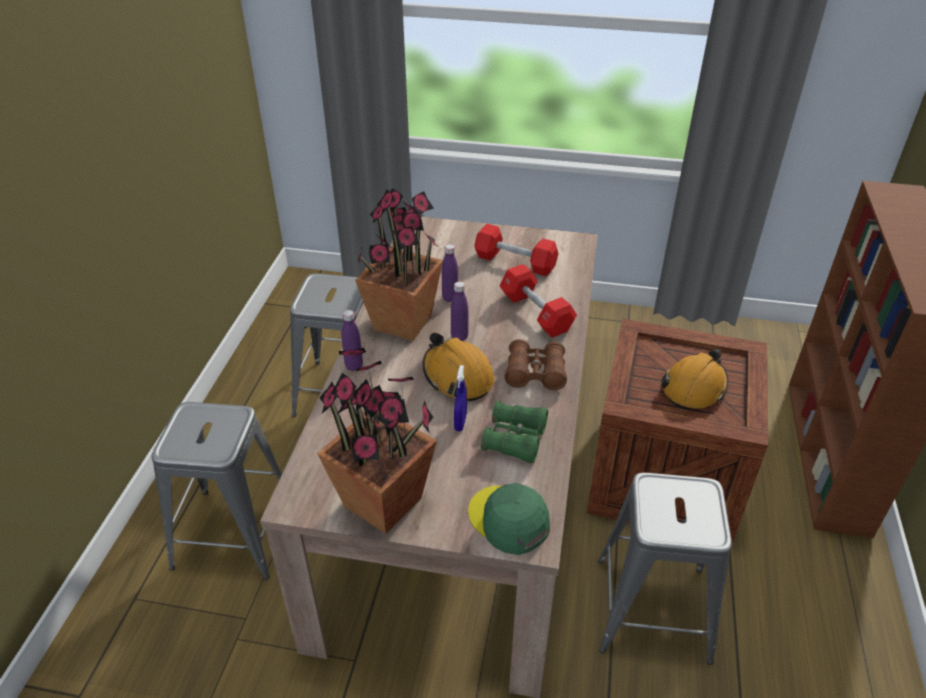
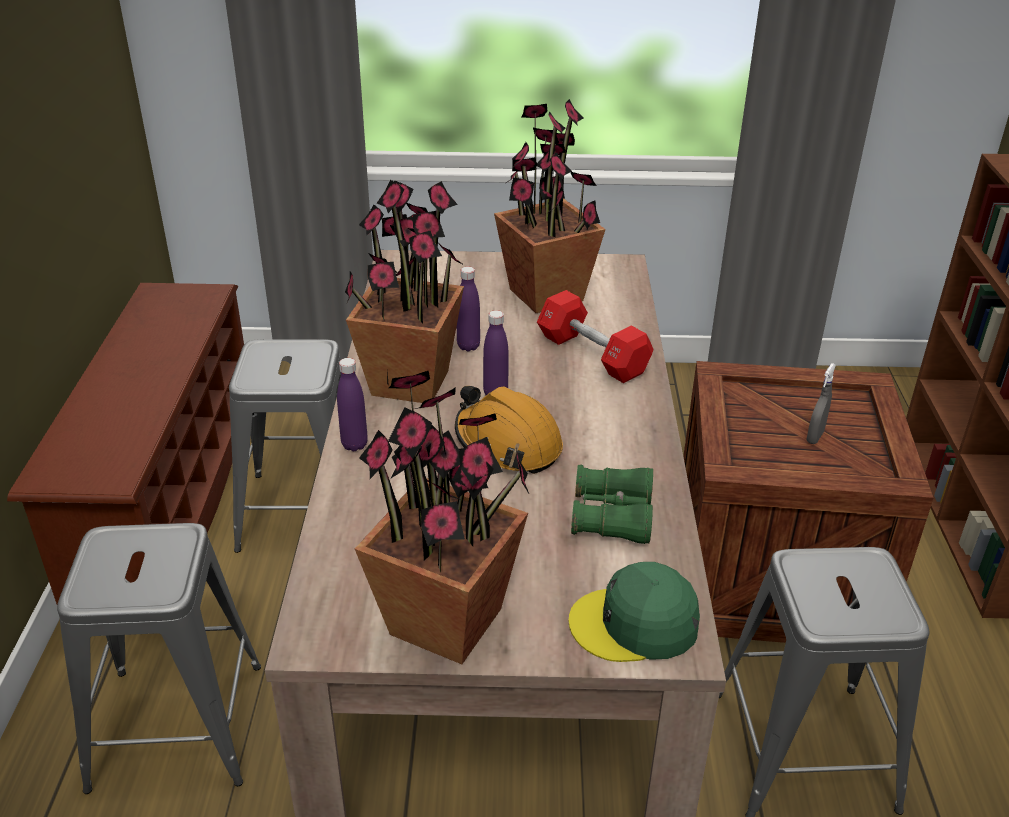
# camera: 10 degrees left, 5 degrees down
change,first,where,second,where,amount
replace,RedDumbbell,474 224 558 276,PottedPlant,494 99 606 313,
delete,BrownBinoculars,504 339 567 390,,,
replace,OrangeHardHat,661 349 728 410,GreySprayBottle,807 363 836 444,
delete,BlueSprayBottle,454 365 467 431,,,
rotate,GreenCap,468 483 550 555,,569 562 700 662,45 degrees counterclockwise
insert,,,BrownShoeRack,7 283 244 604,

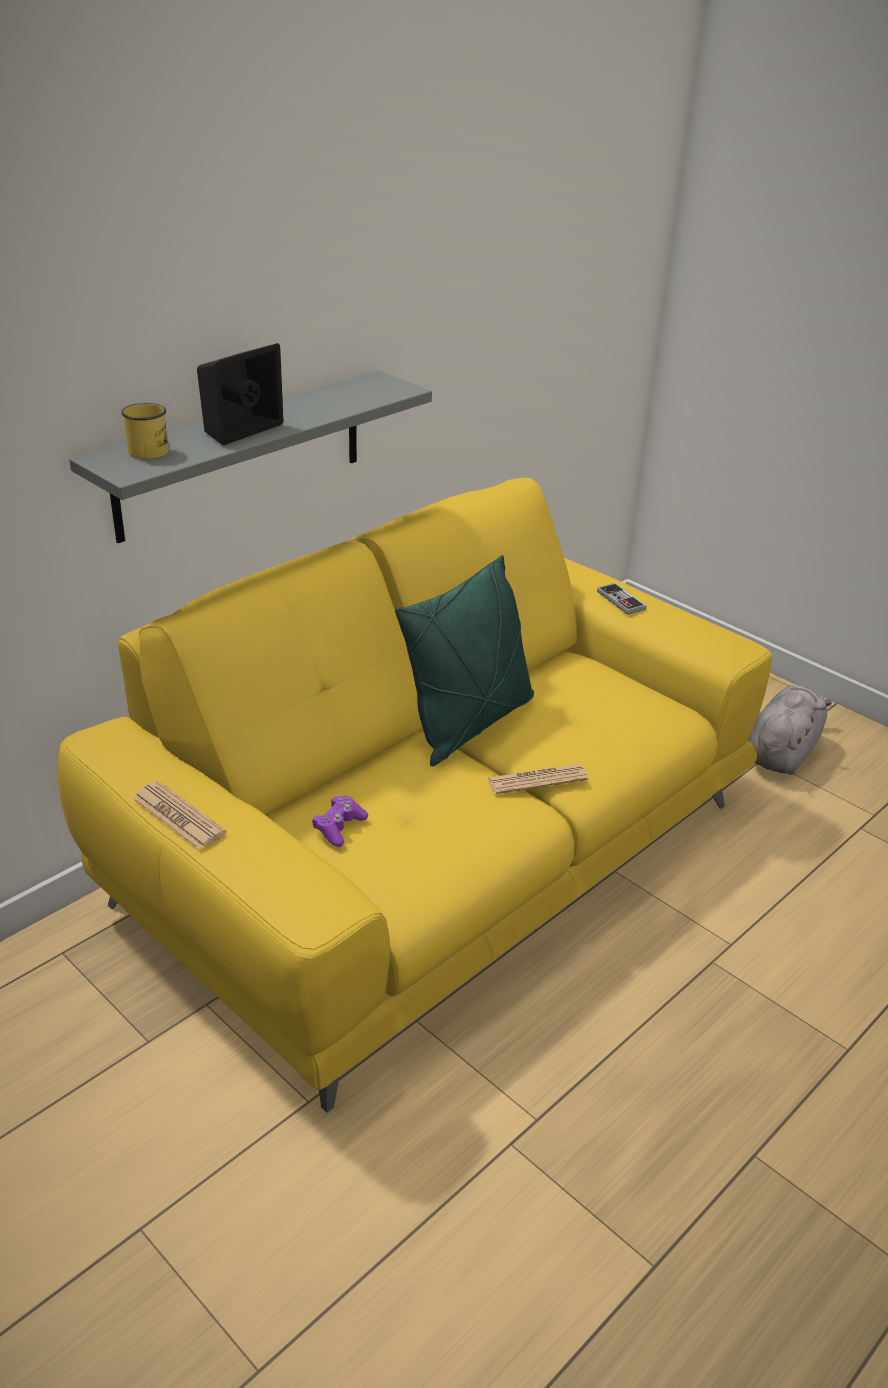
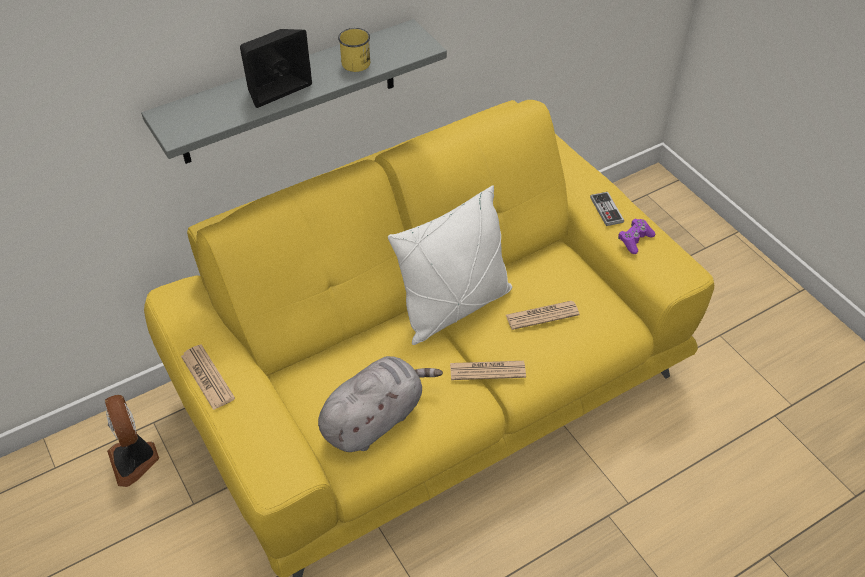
# camera: 15 degrees right, 15 degrees up
change,first,where,second,where,amount
move,YellowMug,121 403 168 459,,338 28 370 72,
recolor,GreenPillow,395 555 534 767,WhitePillow,388 185 512 345,
move,GreyPlushToy,748 685 832 775,,318 356 443 452,
move,PurpleGameController,312 796 368 847,,618 219 655 254,
insert,,,Newspaper,506 301 580 330,
insert,,,Fan,105 395 159 487,

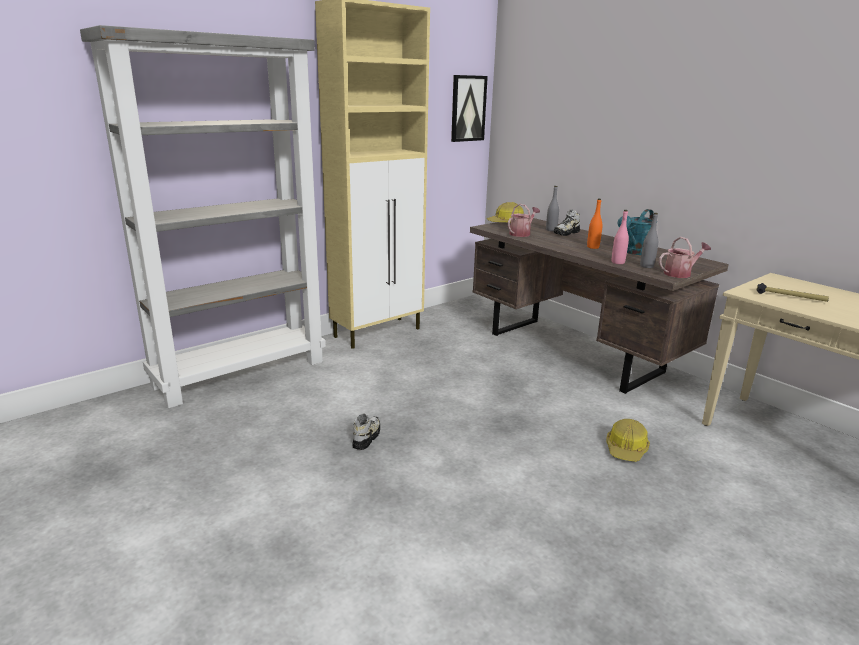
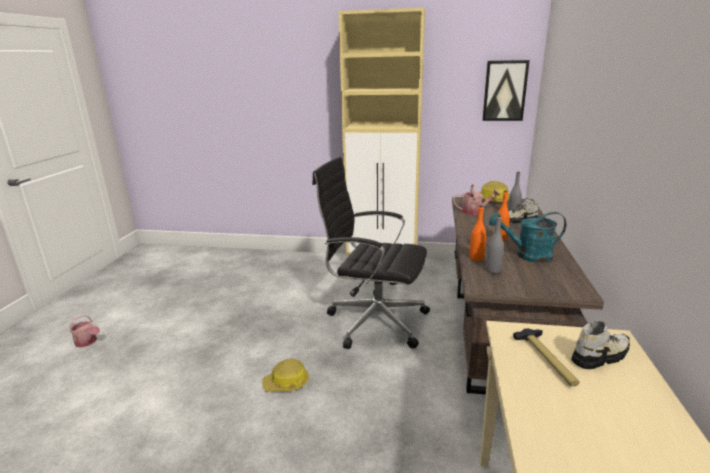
# camera: 50 degrees right, 0 degrees up
change,first,where,second,where,amount
delete,GreyBookcase,80 25 326 408,,,
recolor,PinkBottle,612 210 629 264,OrangeBottle,470 205 486 261,
move,WateringCan,659 237 711 278,,70 315 100 347,
move,Shoe,353 414 380 450,,571 320 630 369,
move,HardHat,606 419 650 462,,262 358 309 392,
insert,,,BlackOfficeChair,312 157 430 349,

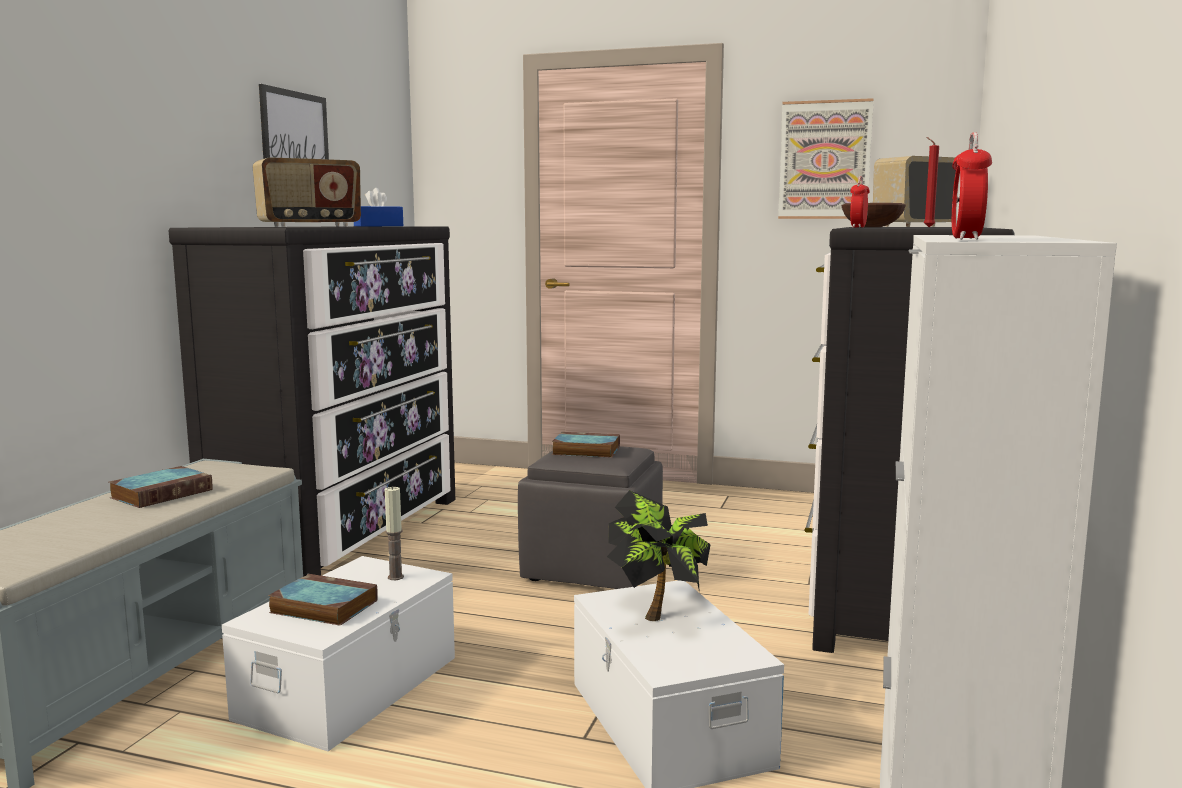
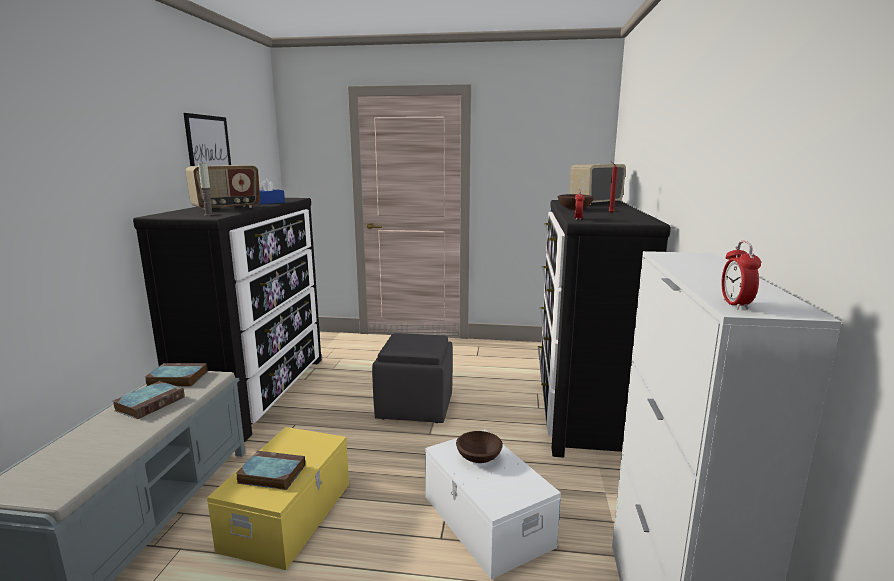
# camera: 10 degrees left, 5 degrees up
change,first,where,second,where,amount
delete,Picture,778 98 874 219,,,
move,Book,552 432 620 458,,145 363 208 386,
move,Candle,385 486 404 580,,198 162 214 216,
replace,PottedPlant,607 490 711 621,BrownBowl,456 431 503 463,
recolor,WhiteStorageBox,222 556 455 751,YellowStorageBox,207 427 349 570,

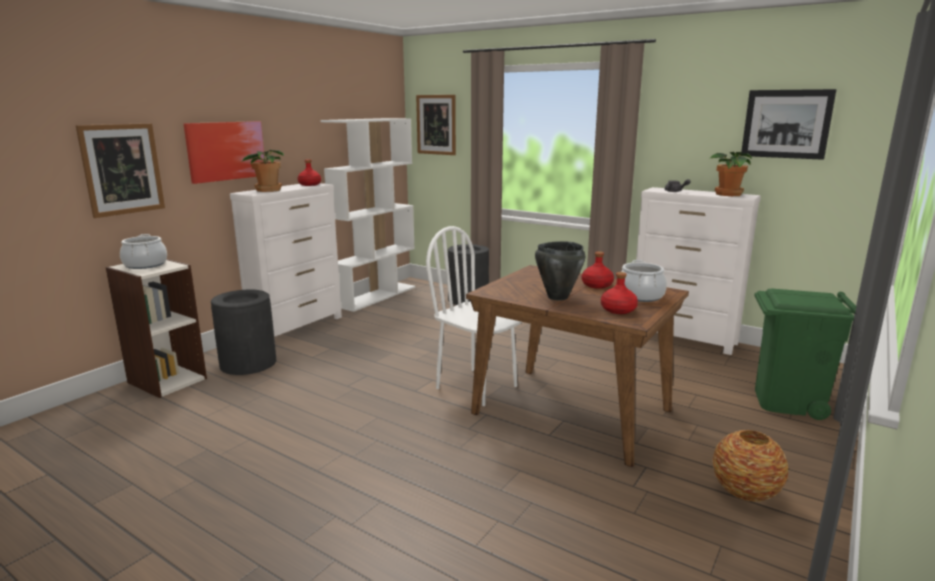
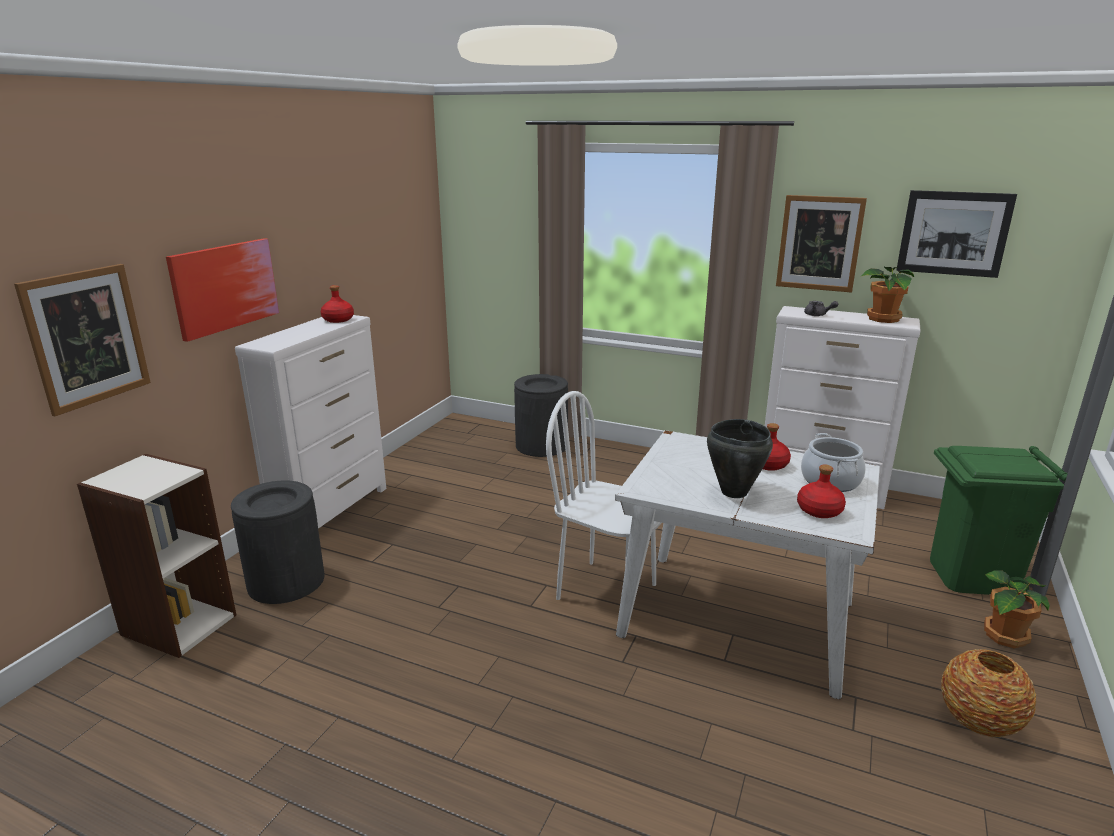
# camera: 10 degrees left, 5 degrees up
change,first,where,second,where,amount
move,Picture,416 95 456 155,,776 195 867 293,
delete,WhiteBookcase,320 118 416 312,,,
move,PottedPlant,241 150 284 192,,984 571 1050 649,
delete,CookingPot,120 234 167 269,,,
recolor,BrownDiningTable,466 265 689 467,WhiteDiningTable,615 430 880 699,

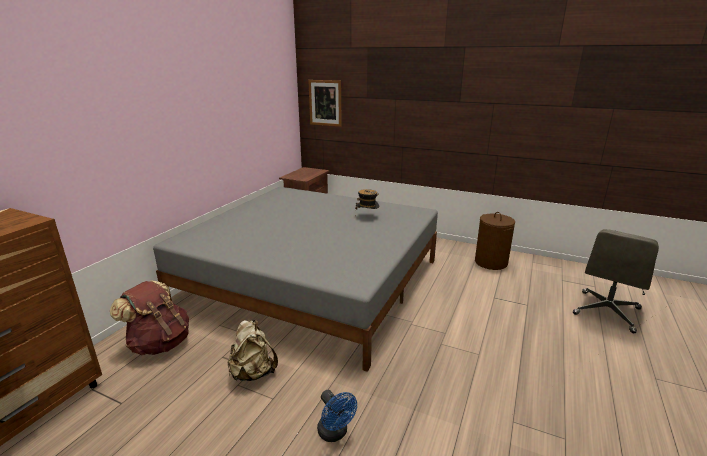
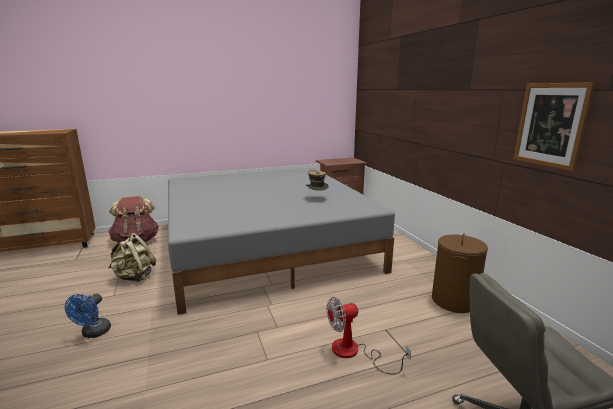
# camera: 45 degrees right, 5 degrees down
change,first,where,second,where,amount
move,Picture,308 80 342 127,,513 82 595 171,
insert,,,Fan,327 297 411 375,

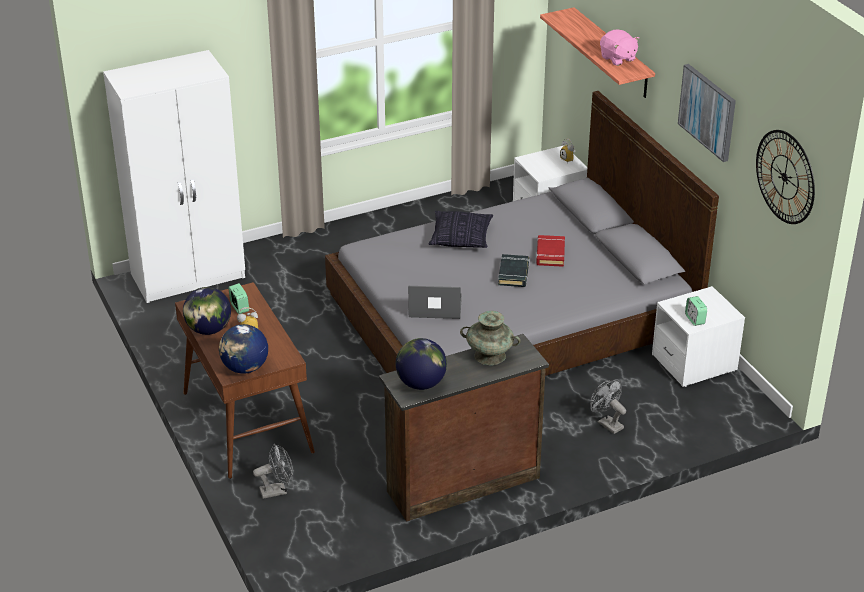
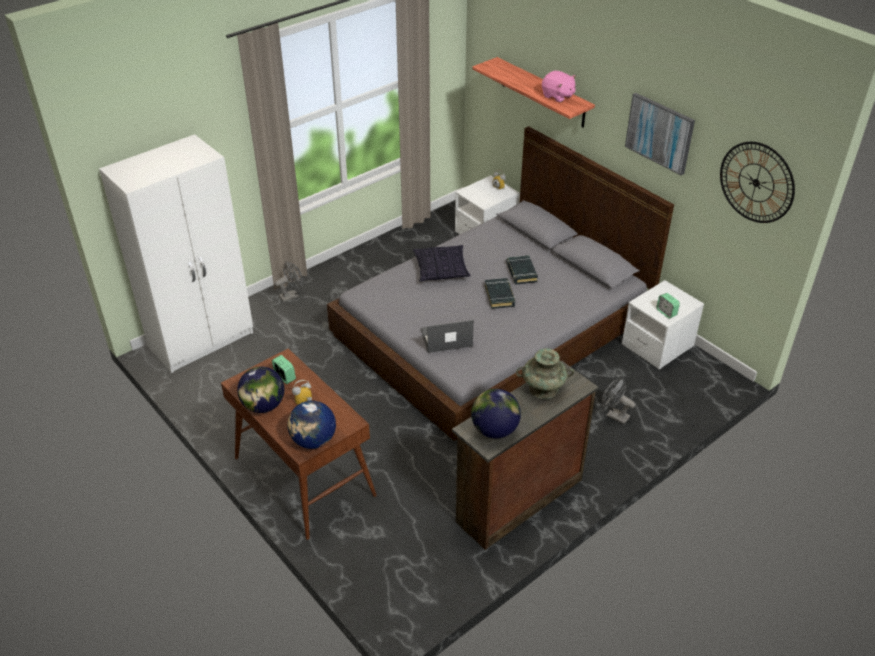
# camera: 15 degrees left, 5 degrees up
change,first,where,second,where,amount
recolor,RedBook,536 235 565 267,BlackBook,506 255 538 285,
move,GreyFan,253 444 293 499,,275 261 303 302,

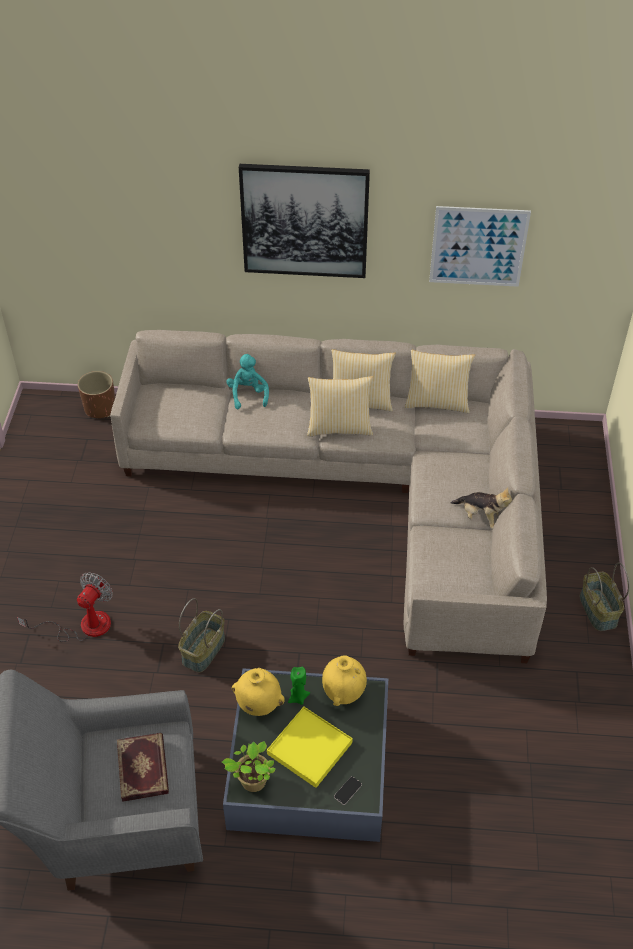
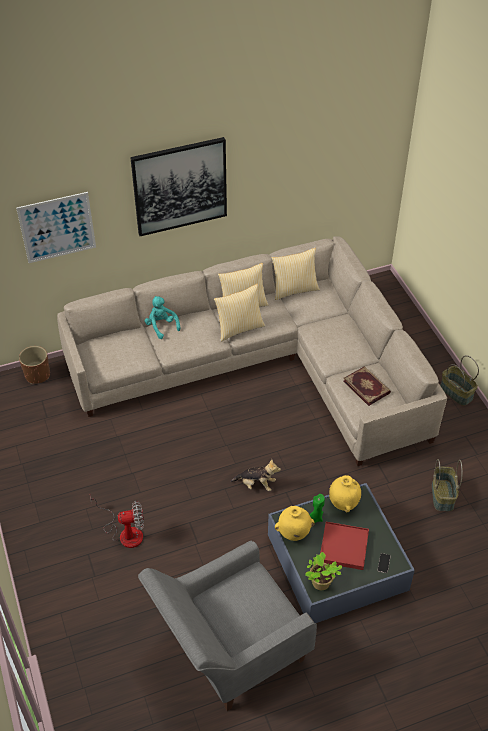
# camera: 25 degrees left, 0 degrees up
change,first,where,second,where,amount
move,Picture,429 206 531 287,,16 192 96 263,
move,PlushToy,451 487 512 529,,231 459 281 491,
rotate,Fan,17 572 113 642,,90 496 144 548,75 degrees clockwise
move,Basket,178 598 225 673,,432 459 463 511,
recolor,YellowTray,267 707 353 788,RedTray,320 522 369 570,
move,Book,117 733 169 802,,343 366 391 406,

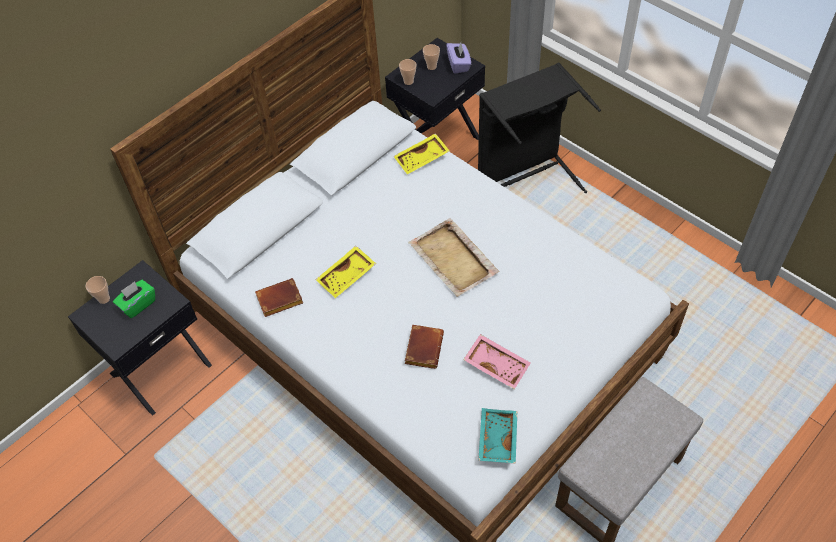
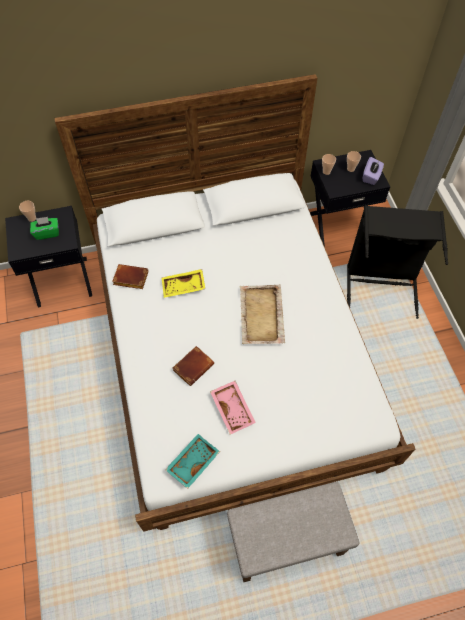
# camera: 30 degrees right, 5 degrees up
change,first,where,second,where,amount
delete,YellowTray,393 133 450 174,,,

